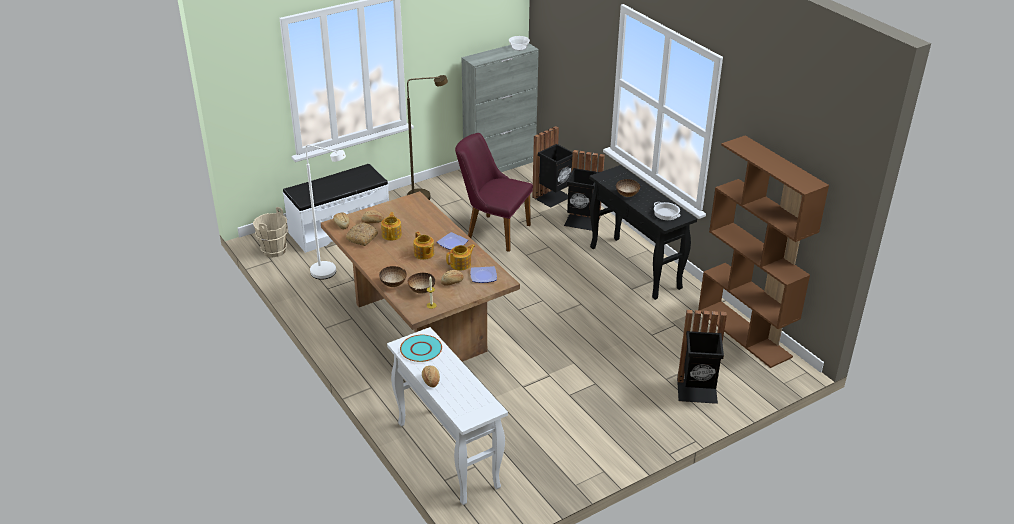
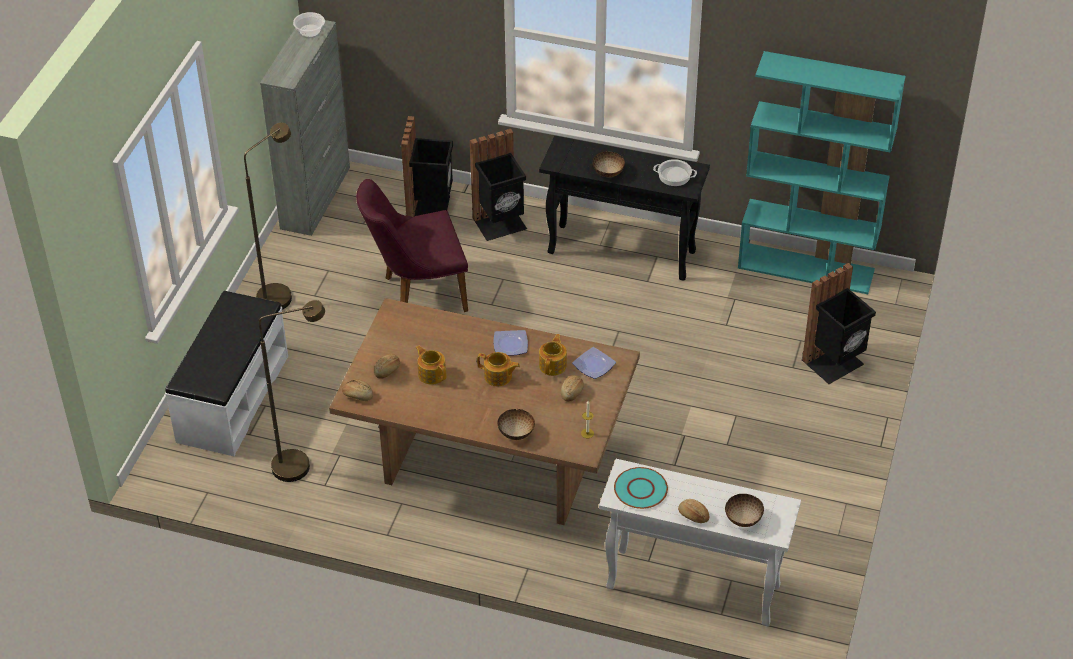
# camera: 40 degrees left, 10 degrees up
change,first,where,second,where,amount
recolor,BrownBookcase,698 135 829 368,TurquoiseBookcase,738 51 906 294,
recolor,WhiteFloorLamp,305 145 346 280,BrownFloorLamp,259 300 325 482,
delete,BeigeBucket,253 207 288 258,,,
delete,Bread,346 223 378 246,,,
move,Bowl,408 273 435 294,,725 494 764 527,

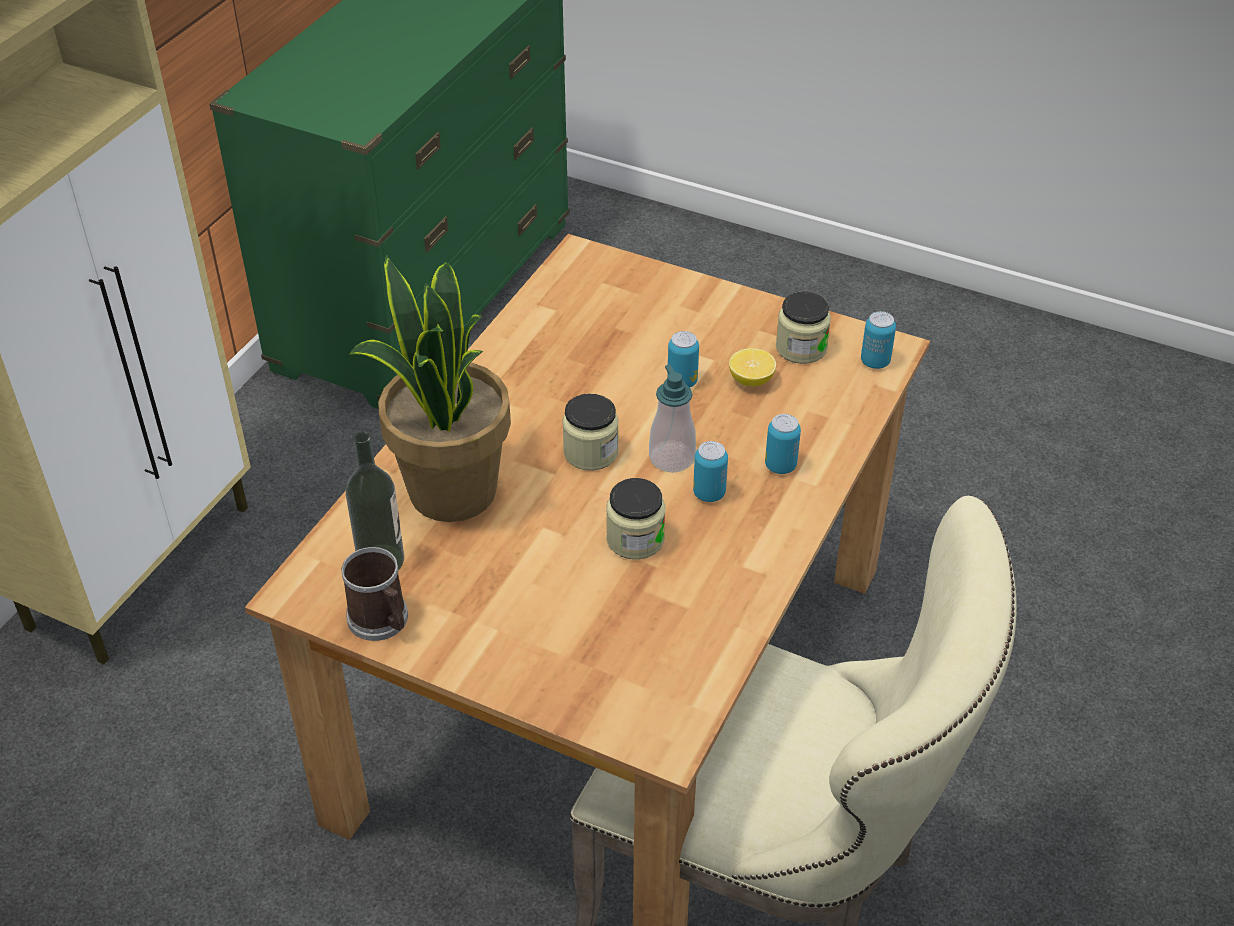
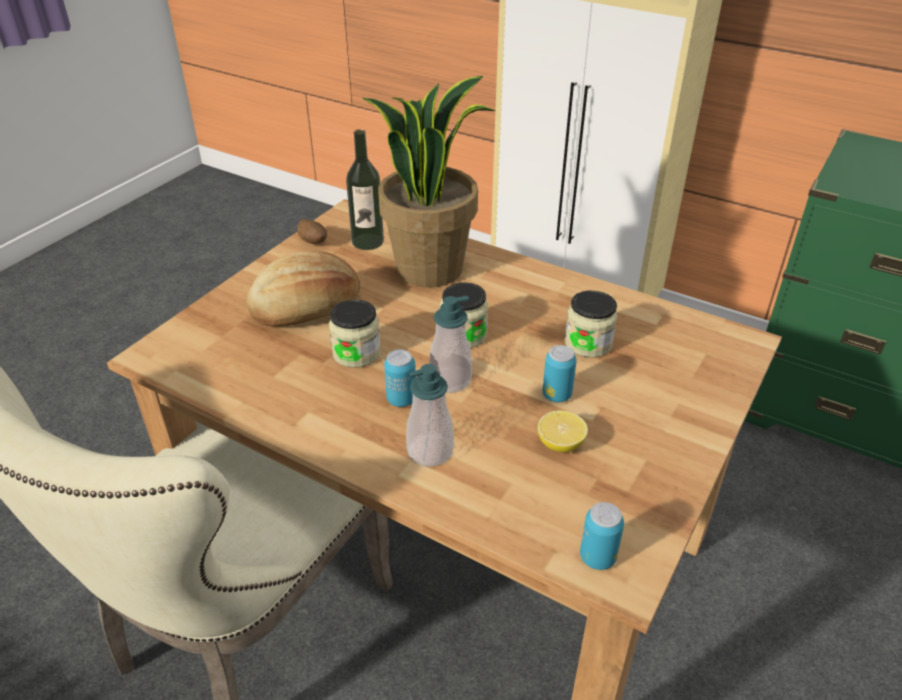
# camera: 95 degrees right, 5 degrees down
change,first,where,second,where,amount
move,Jar,776 292 831 364,,565 291 618 358,
replace,Can,765 414 801 474,SoapDispenser,406 364 454 467,
replace,Mug,341 547 408 641,Potato,297 219 327 244,
insert,,,Bread,247 251 360 327,

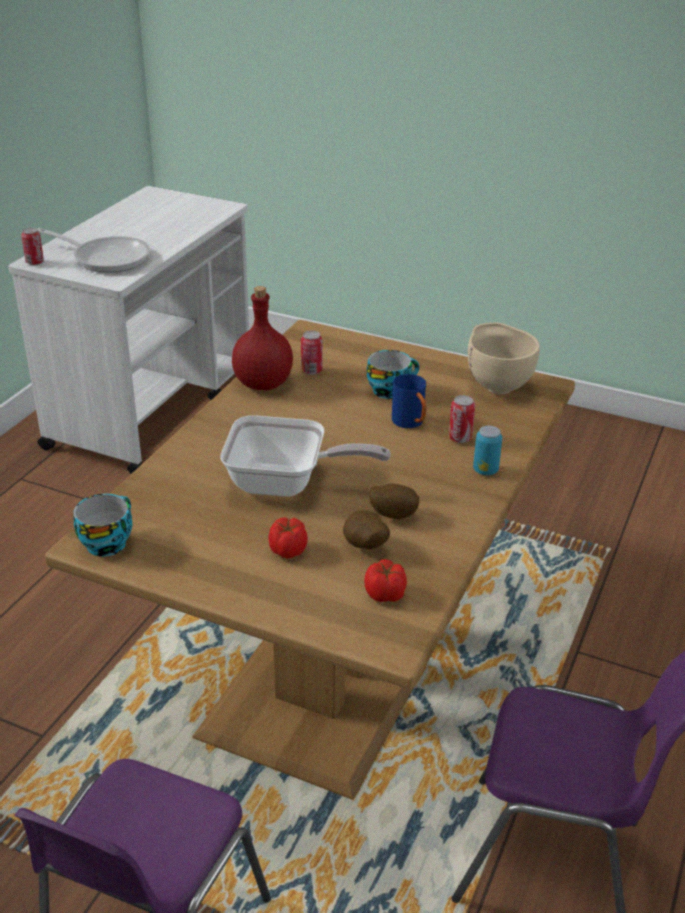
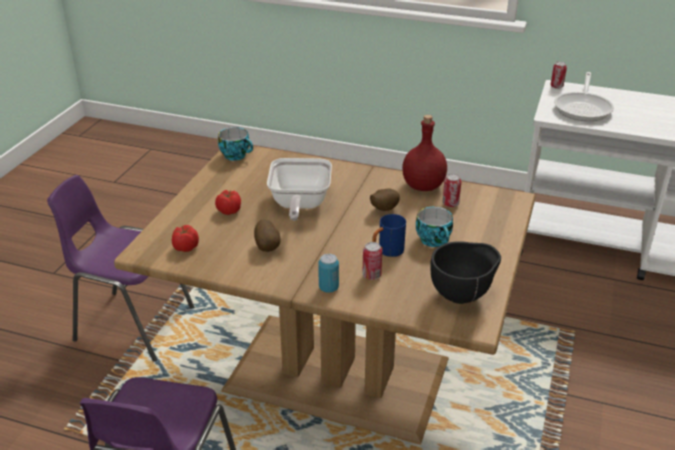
# camera: 85 degrees right, 0 degrees up
change,first,where,second,where,amount
recolor,BeigeBowl,468 322 540 395,BlackBowl,430 241 501 304,
move,Potato,343 510 390 549,,370 188 400 211,

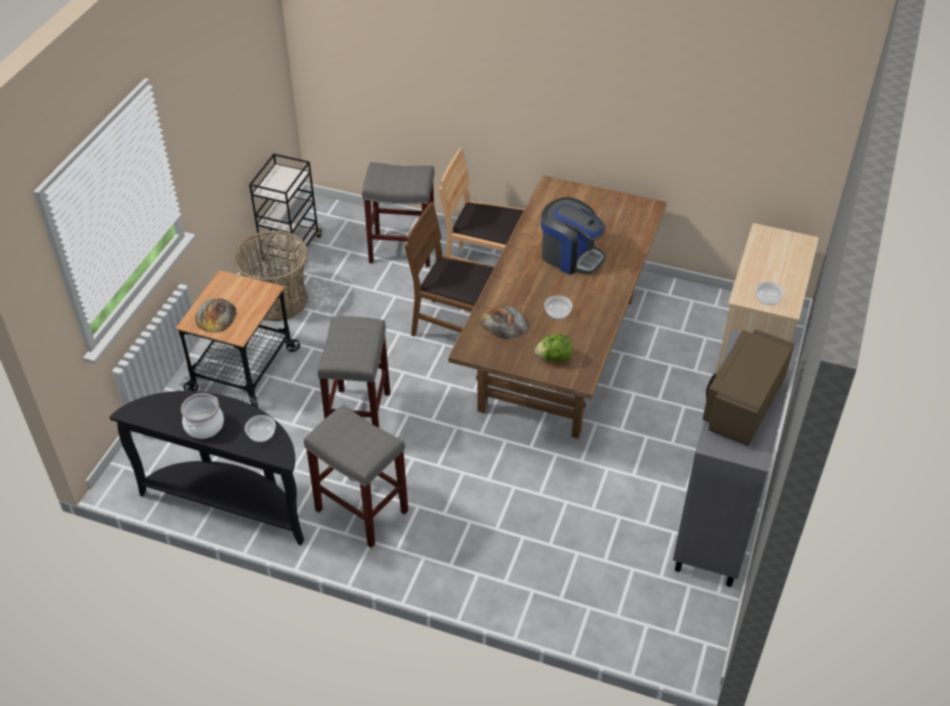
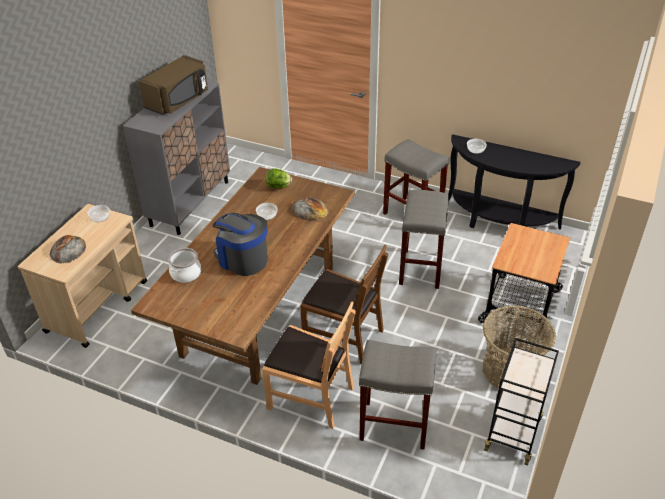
# camera: 175 degrees left, 5 degrees down
change,first,where,second,where,amount
move,Bread,195 298 236 333,,50 235 86 264,
move,CookingPot,181 393 224 439,,168 248 201 283,

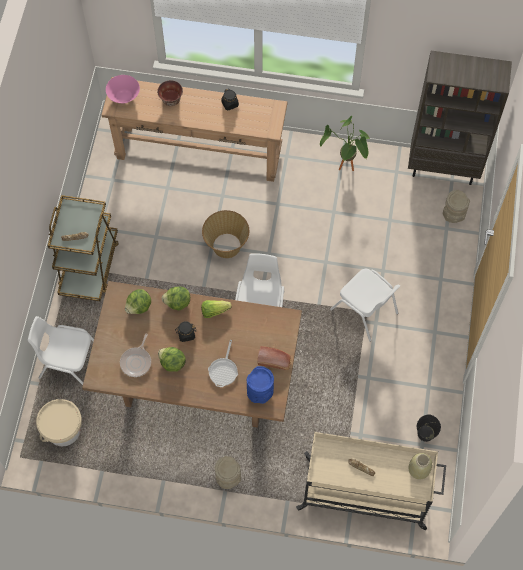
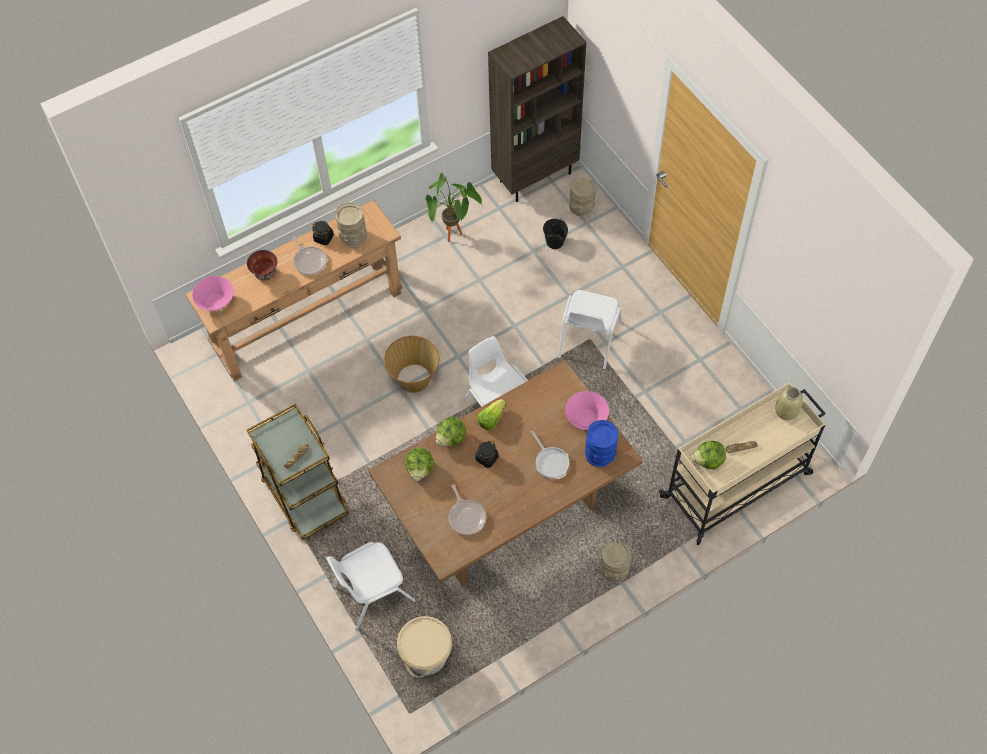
# camera: 40 degrees left, 5 degrees down
change,first,where,second,where,amount
rotate,WhiteChair,330 268 400 342,,558 290 622 370,105 degrees clockwise
replace,Bread,257 346 291 370,PinkBowl,565 391 609 430,
move,Lettuce,158 347 186 372,,692 441 726 469,
move,BlackBucket,417 414 441 442,,543 219 568 249,
insert,,,BeigeVase,335 202 367 249,
insert,,,FryingPan,292 236 327 275,

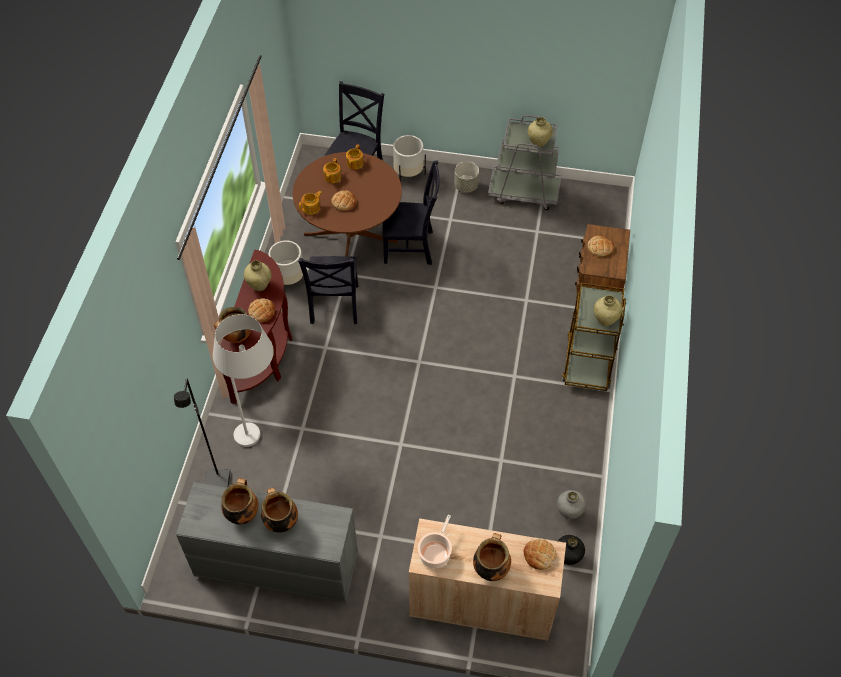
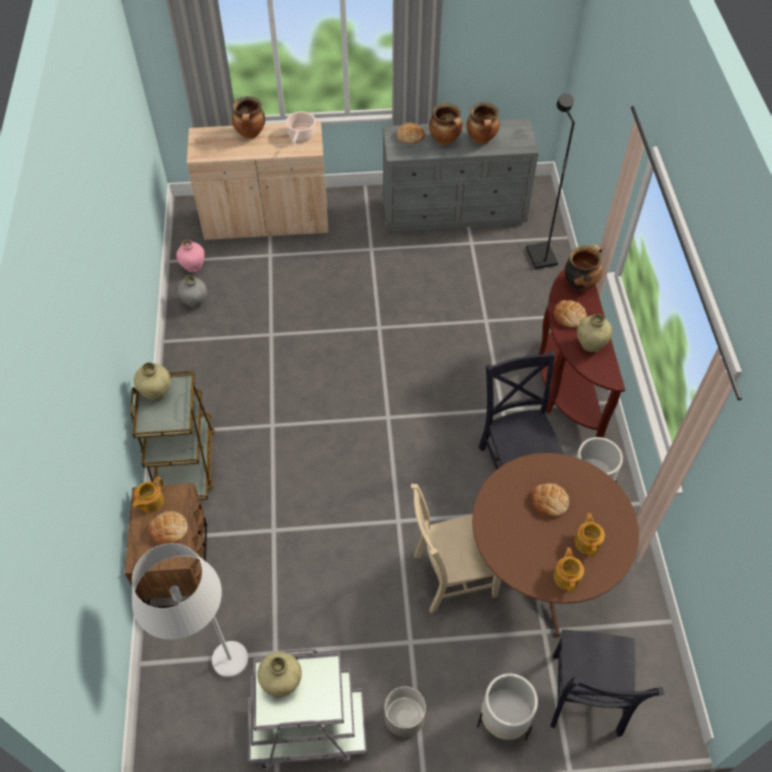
# camera: 165 degrees right, 0 degrees up
change,first,where,second,where,amount
recolor,BlackChair,382 160 440 265,BeigeChair,411 484 501 614,
move,Teapot,299 191 322 215,,132 477 164 513,
move,WhiteFloorLamp,213 314 274 447,,132 543 248 678,
recolor,BlackVase,558 535 585 565,PinkVase,176 240 205 272,
move,Bread,524 539 557 570,,396 123 425 144,

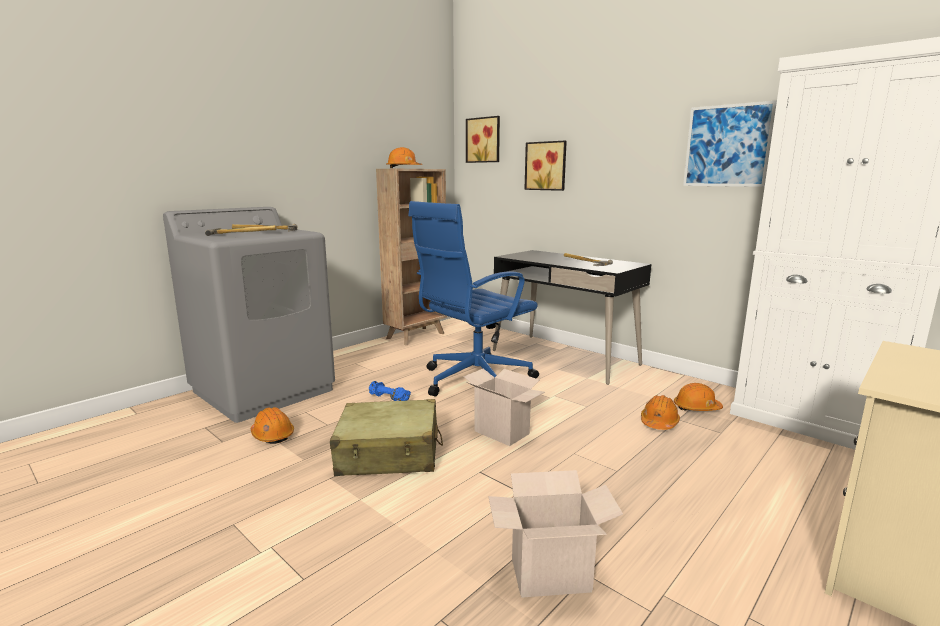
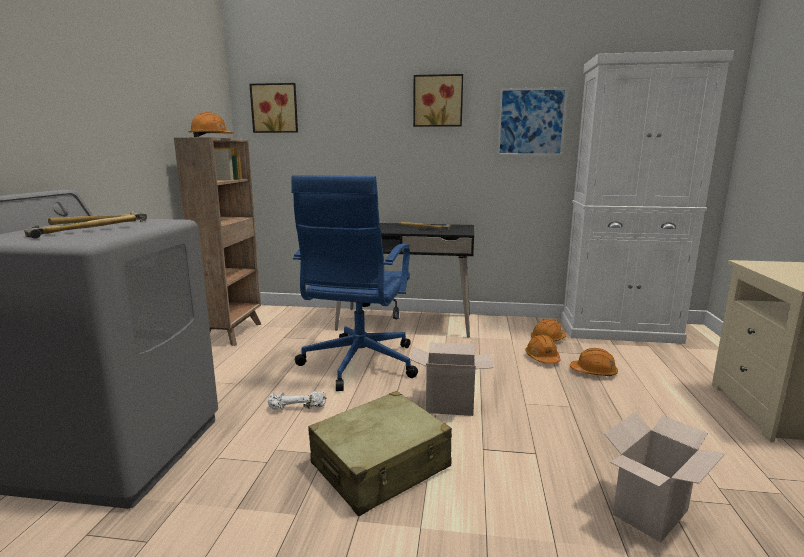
# camera: 35 degrees left, 0 degrees up
change,first,where,second,where,amount
move,Picture,524 141 567 191,,413 74 463 127,
recolor,BlueDumbbell,369 381 411 401,WhiteDumbbell,268 391 326 410,
move,OrangeHardHat,251 407 294 444,,570 348 618 376,

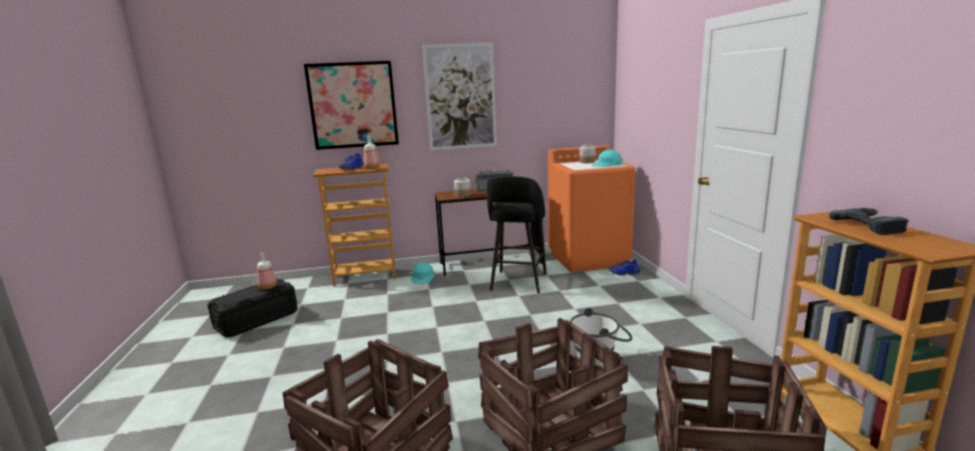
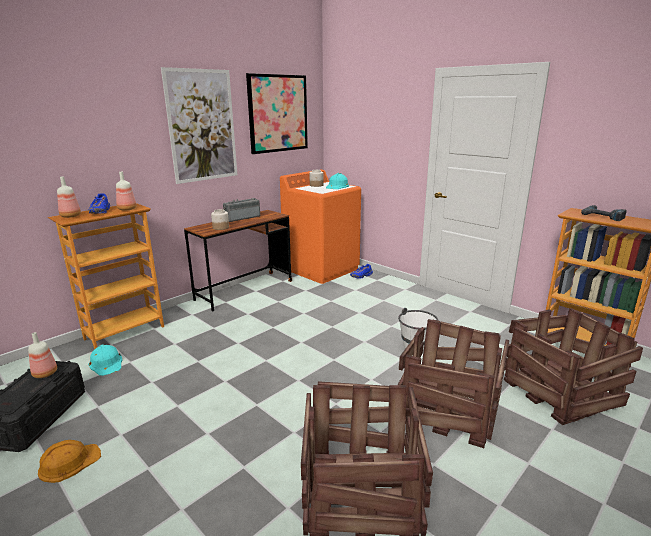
# camera: 35 degrees left, 5 degrees up
change,first,where,second,where,amount
move,Picture,304 61 399 150,,246 73 308 154,
delete,BlackStool,487 176 547 294,,,
move,TurquoiseHardHat,411 262 435 284,,88 344 122 376,
insert,,,Bottle,57 176 81 218,
insert,,,OrangeHardHat,38 440 101 483,

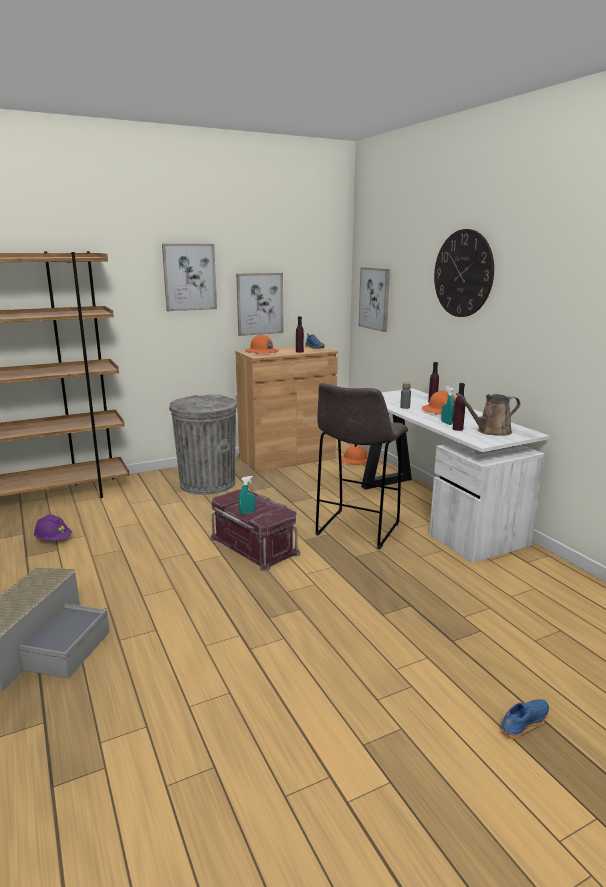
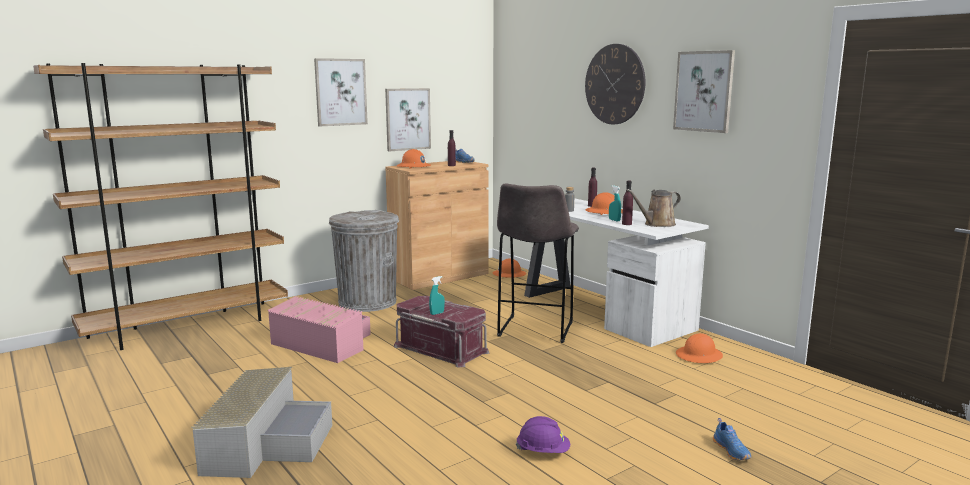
# camera: 10 degrees left, 5 degrees down
change,first,where,second,where,amount
move,Picture,358 267 390 332,,673 50 735 133,
move,PurpleHardHat,34 514 72 541,,516 416 570 453,
rotate,BlueShoe,500 699 549 739,,712 418 751 461,120 degrees clockwise
insert,,,PinkStorageBox,268 296 371 363,
insert,,,OrangeHardHat,676 333 723 363,

